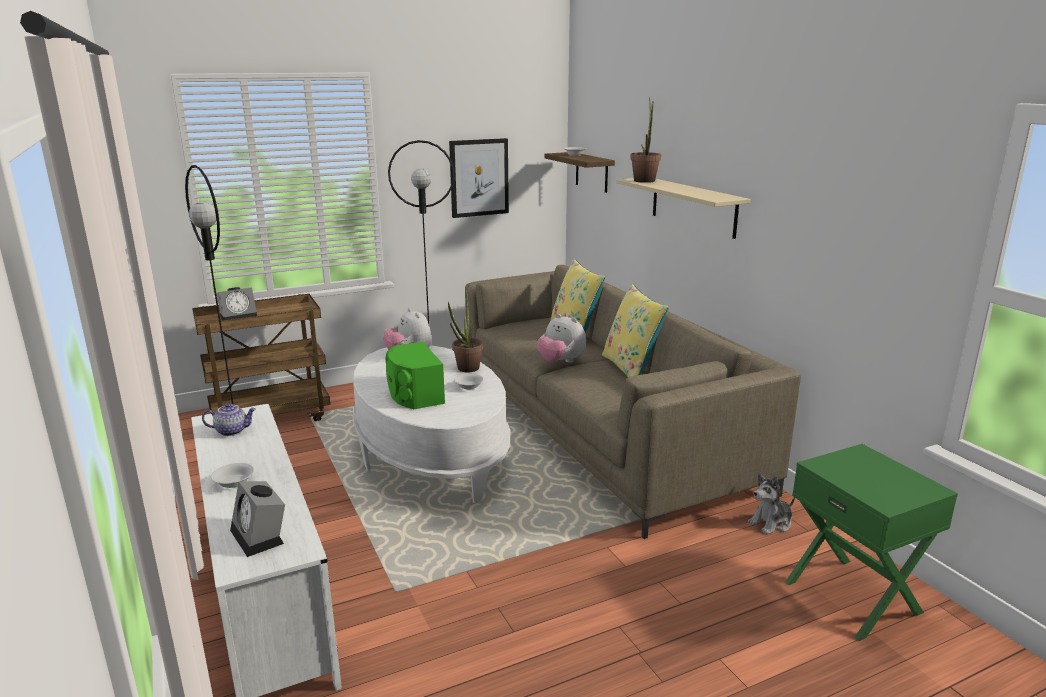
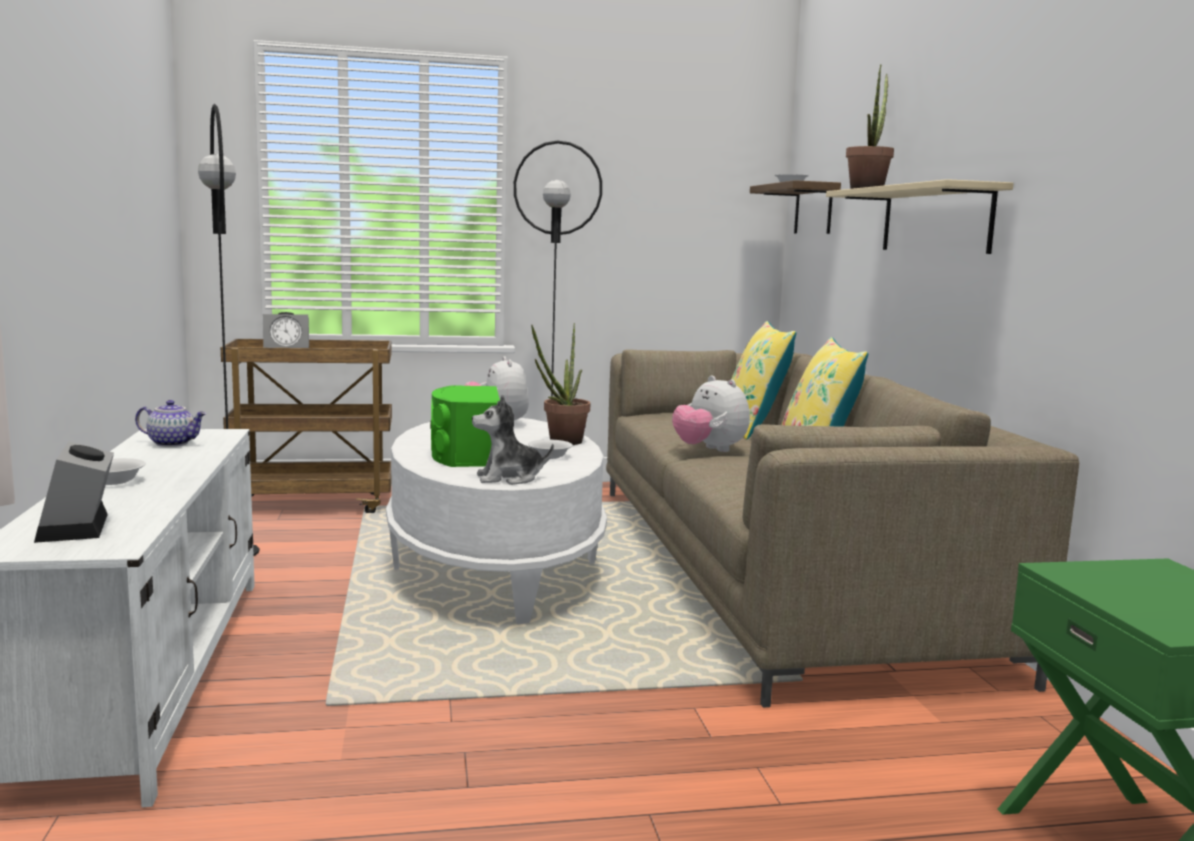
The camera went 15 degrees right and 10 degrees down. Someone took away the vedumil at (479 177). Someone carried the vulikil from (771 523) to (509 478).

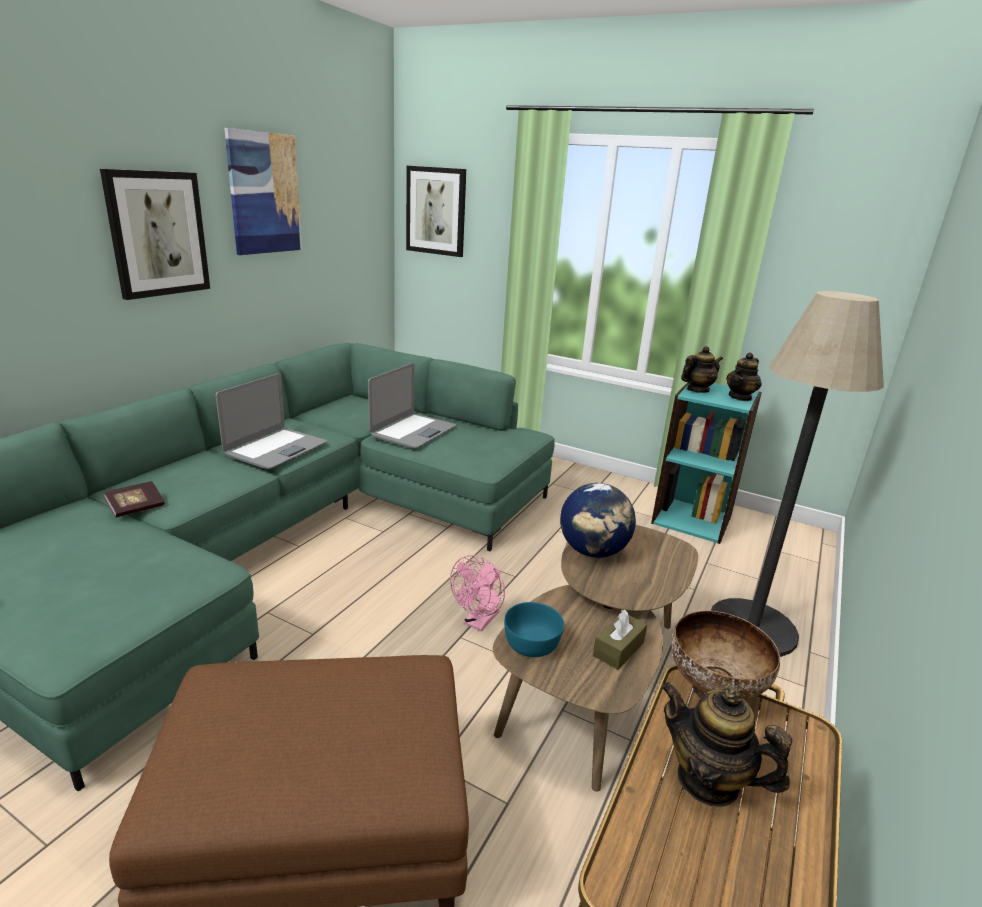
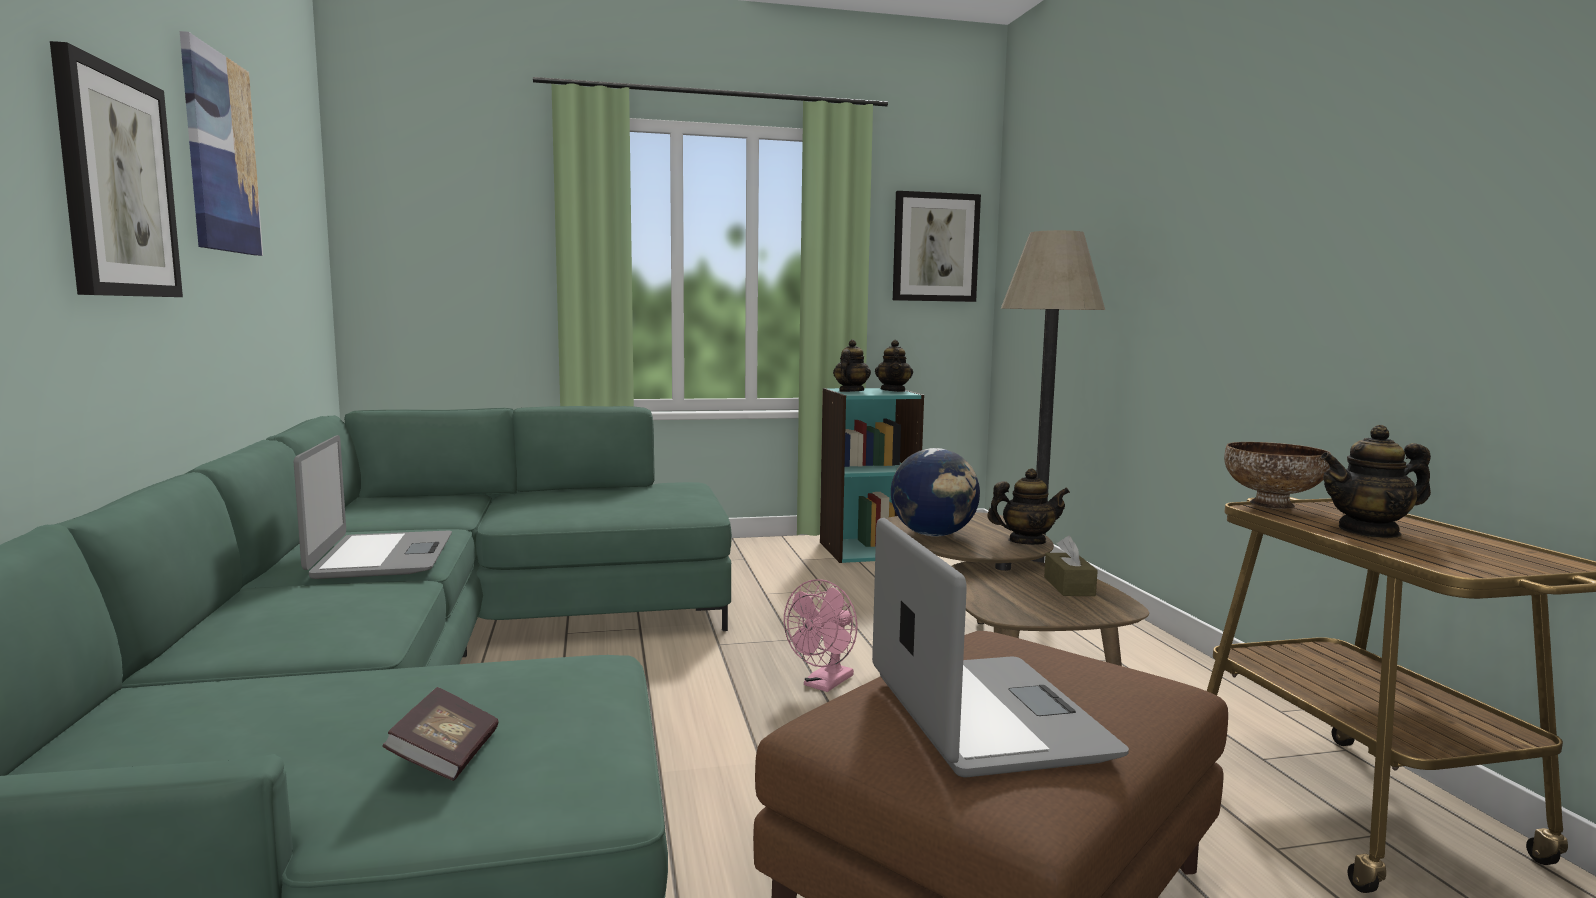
The camera went 40 degrees left and 15 degrees down. Someone carried the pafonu from (136 508) to (446 757). Someone carried the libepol from (413 431) to (984 715). Someone carried the vedumil from (436 211) to (935 247). Someone rotated the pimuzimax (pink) at (478 622) by 45 degrees clockwise. Someone took away the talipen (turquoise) at (532 644). Someone put down the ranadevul at (1026 542).

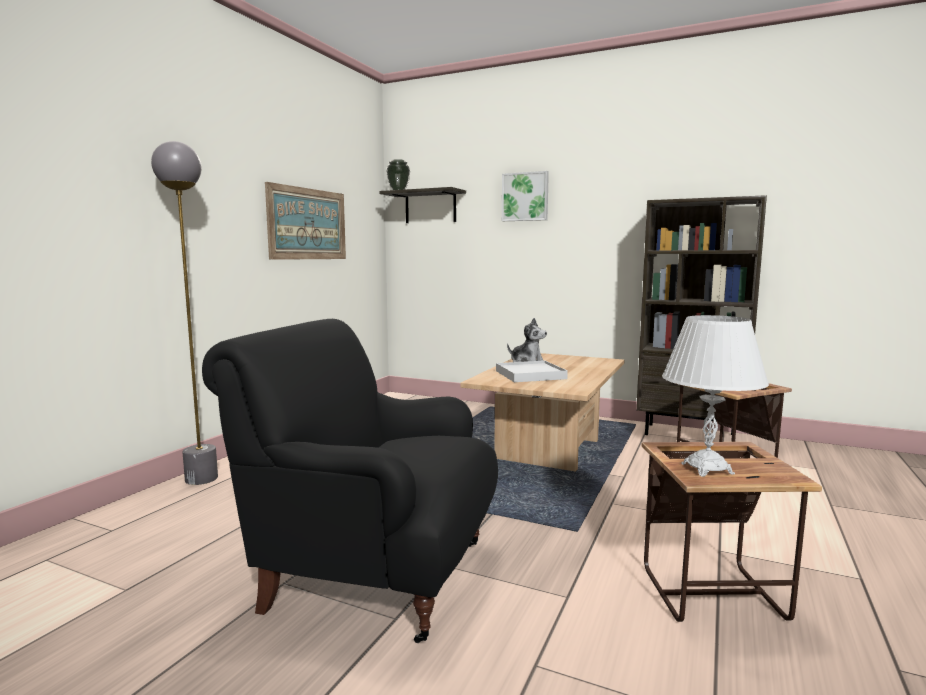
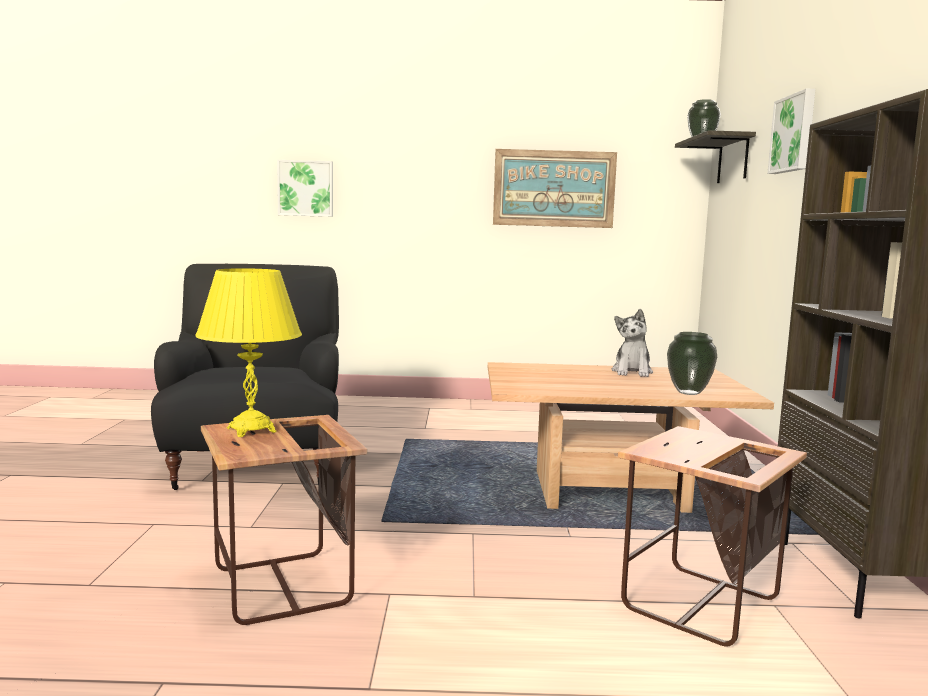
The camera went 65 degrees right and 0 degrees up. Someone took away the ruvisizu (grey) at (201 479). Someone took away the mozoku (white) at (530 375). Someone repainted the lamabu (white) at (707 469), which became the lamabu (yellow) at (251 430). Someone put up the vedumil at (306 188). Someone put down the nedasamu at (689 393).

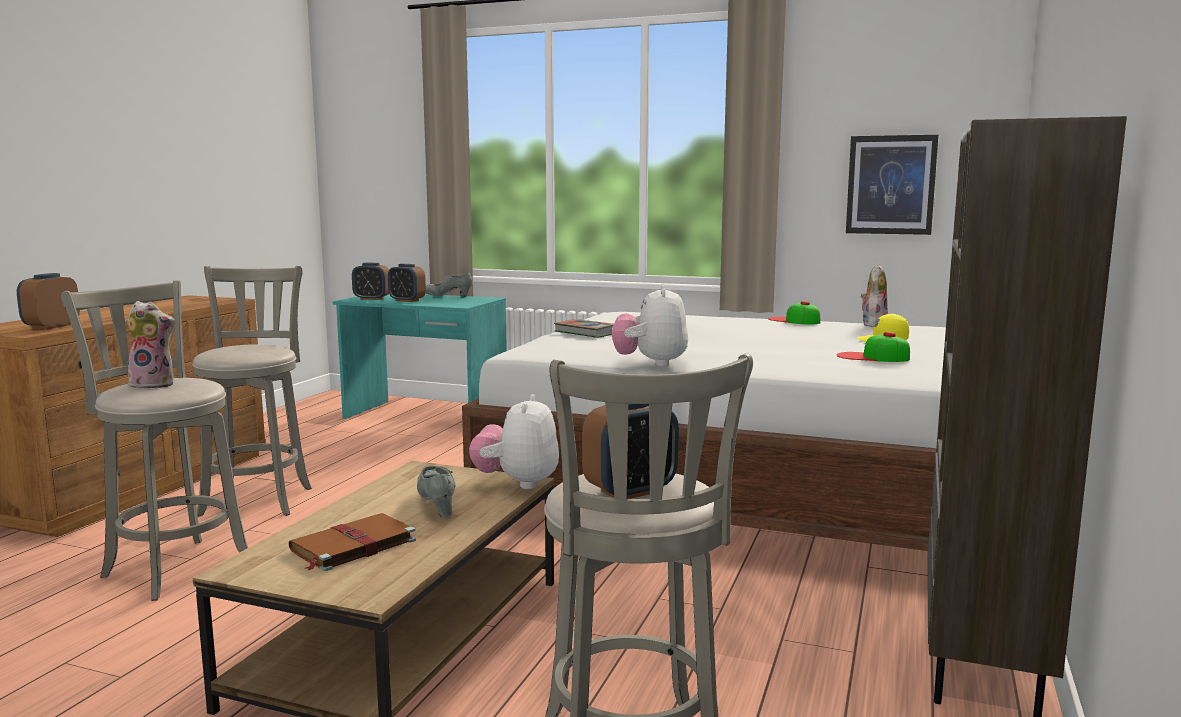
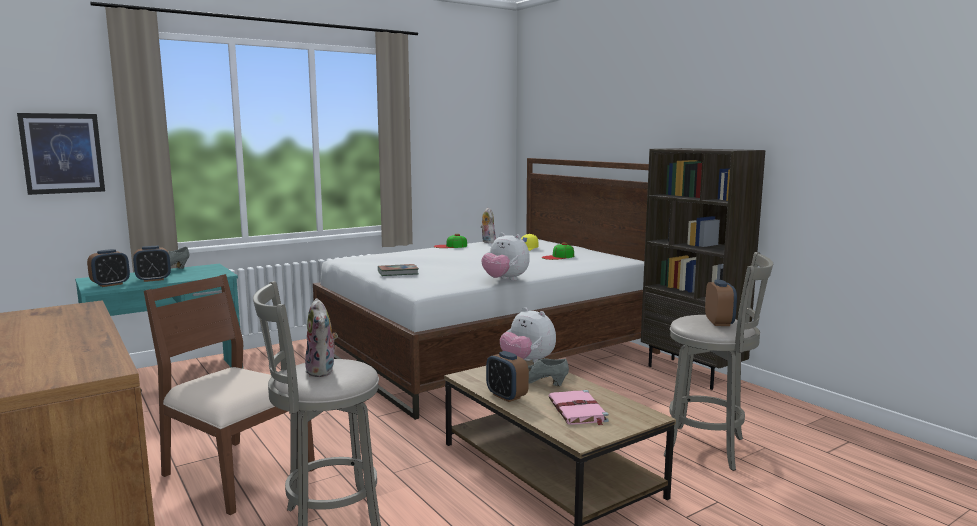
The camera went 55 degrees left and 0 degrees up. Someone carried the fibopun from (51 327) to (506 396). Someone rotated the vulikil at (155 384) by 120 degrees clockwise. Someone swapped the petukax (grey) at (258 499) for the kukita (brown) at (235 473). Someone repainted the pafonu (brown) at (351 546), which became the pafonu (pink) at (578 410). Someone carried the vedumil from (891 185) to (62 153).

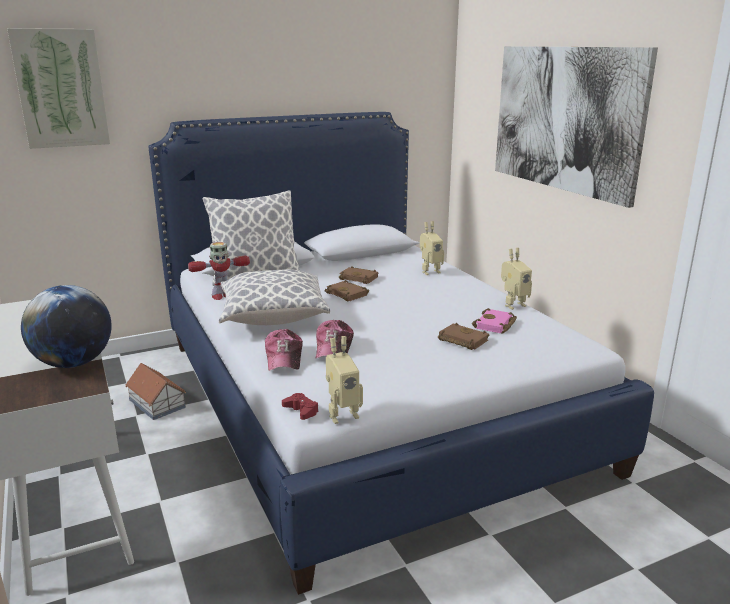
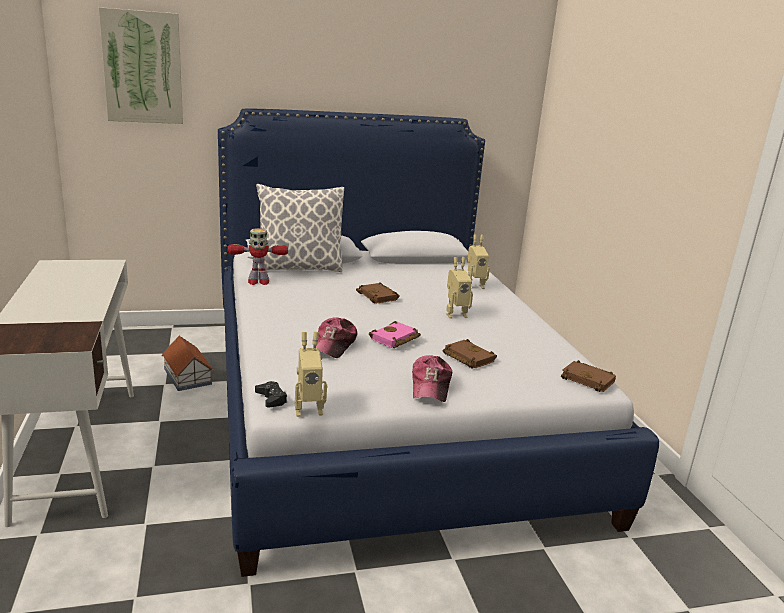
The camera went 10 degrees right and 0 degrees up. Someone took away the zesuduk at (74 363). Someone took away the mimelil at (273 317). Someone carried the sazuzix from (284 358) to (430 386). Someone repainted the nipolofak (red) at (301 410), which became the nipolofak (black) at (271 399). Someone carried the pafonu (brown) from (360 278) to (589 380). Someone carried the pafonu (pink) from (495 325) to (395 339). Someone took away the vedumil at (565 119). Someone carried the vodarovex from (513 305) to (455 314).

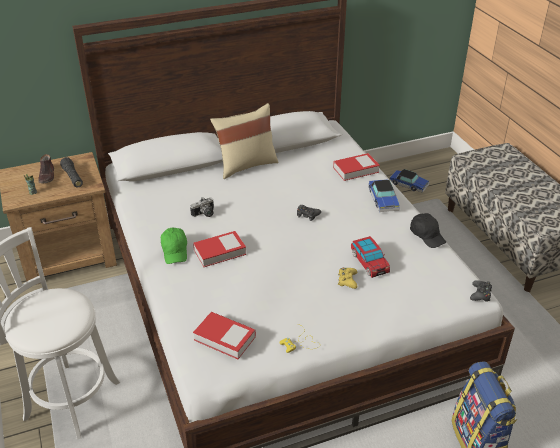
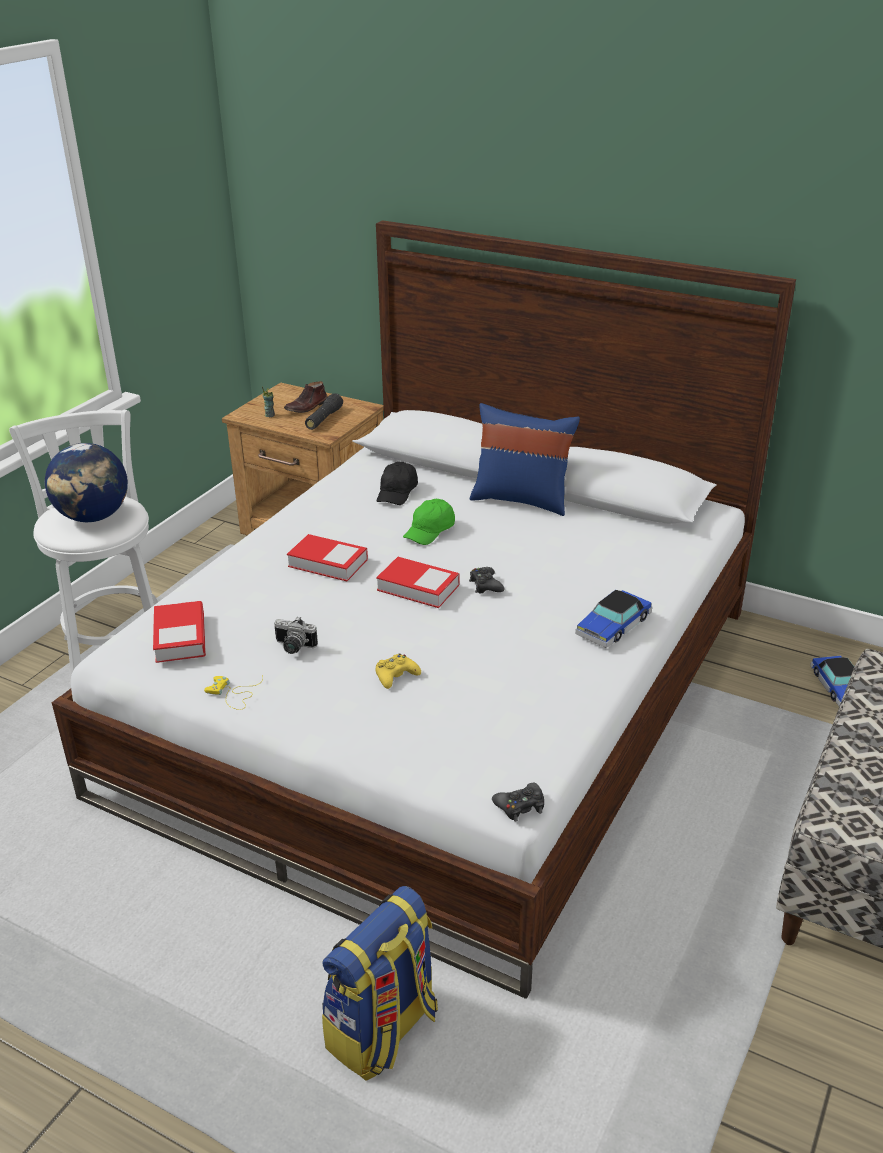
The camera went 50 degrees right and 5 degrees down. Someone carried the sazuzix (green) from (175 251) to (430 531). Someone carried the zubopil from (205 214) to (293 647). Someone repainted the mimelil (beige) at (246 165), which became the mimelil (blue) at (521 499). Someone carried the pafonu from (356 170) to (418 588). Someone took away the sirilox at (369 262). Someone carried the sazuzix (black) from (427 235) to (397 493). Someone put down the zesuduk at (94 517).

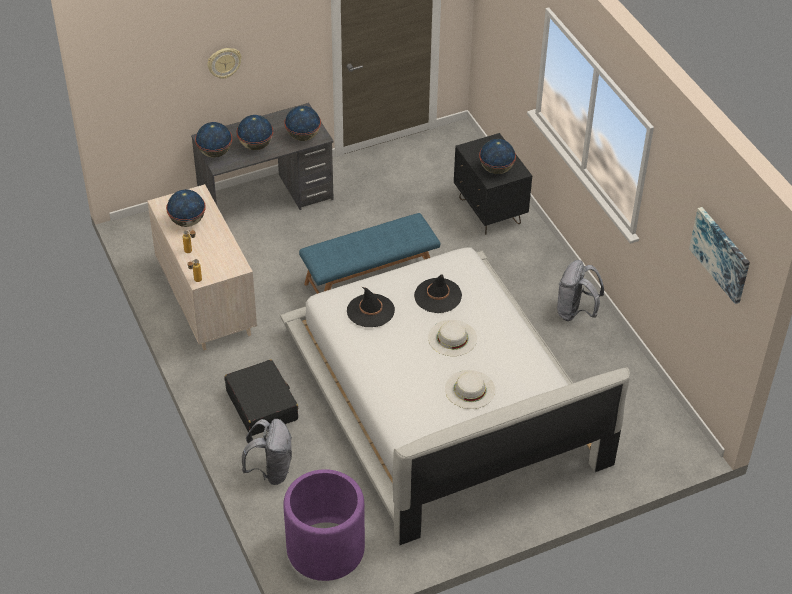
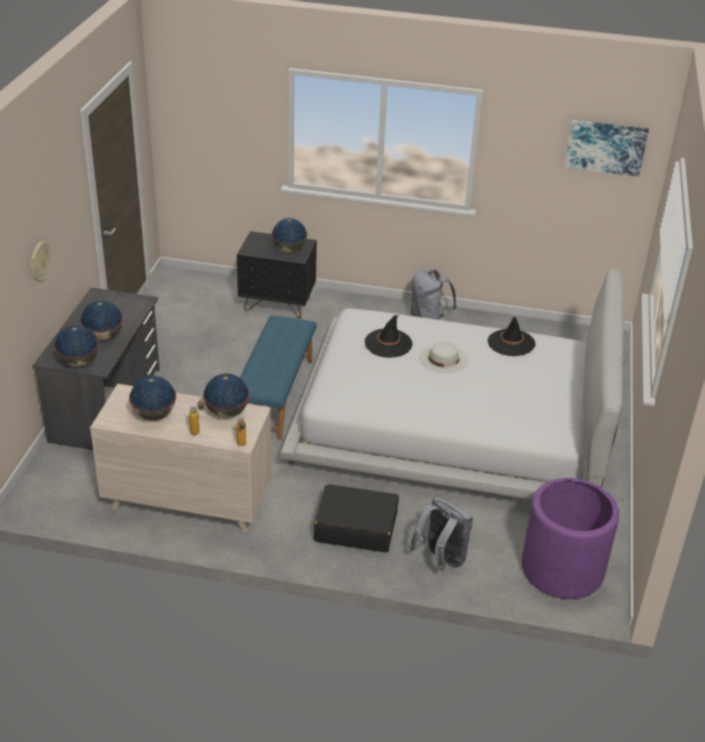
The camera went 55 degrees left and 10 degrees down. Someone carried the zesuduk from (303 136) to (227 412). Someone carried the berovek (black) from (370 311) to (511 343). Someone took away the berovek (white) at (470 389).

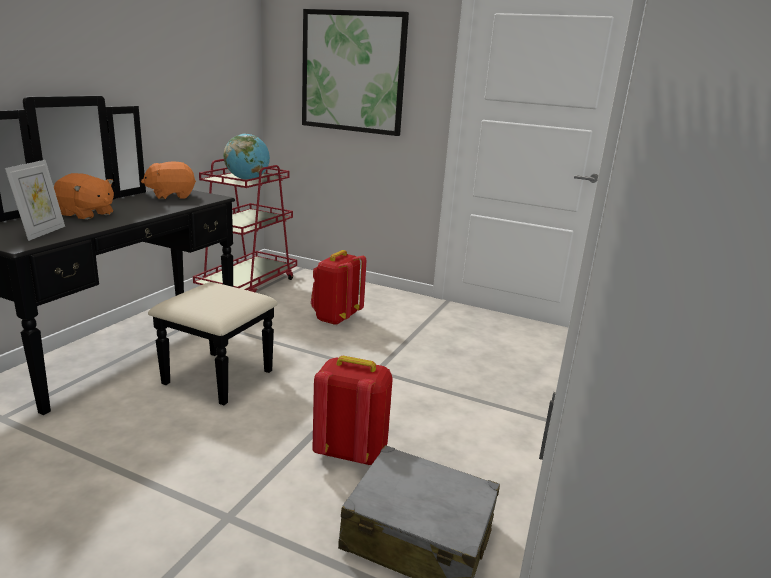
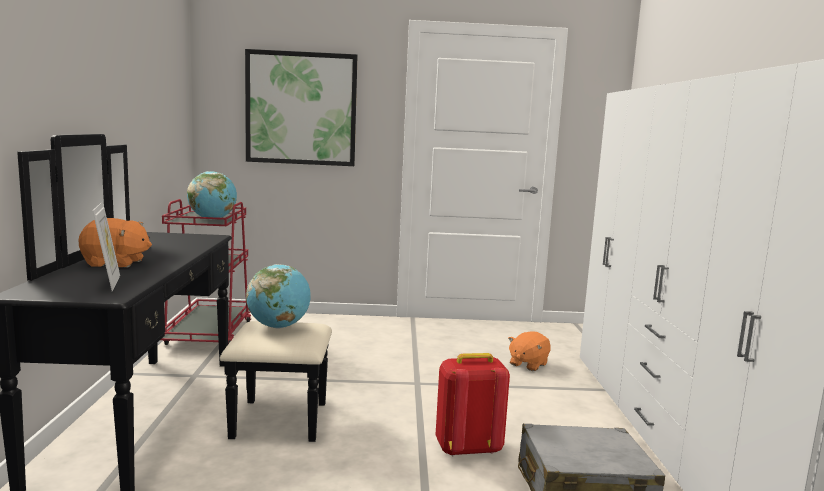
The camera went 25 degrees left and 10 degrees down. Someone carried the vulikil (orange) from (171 196) to (528 364). Someone took away the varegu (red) at (336 318). Someone put down the zesuduk at (279 326).

